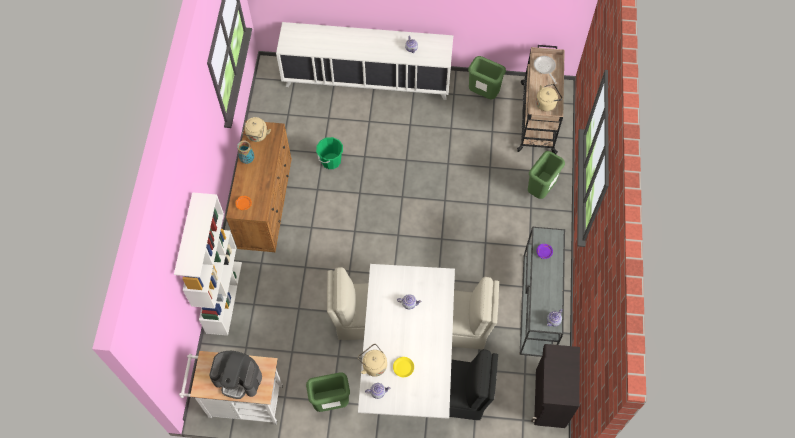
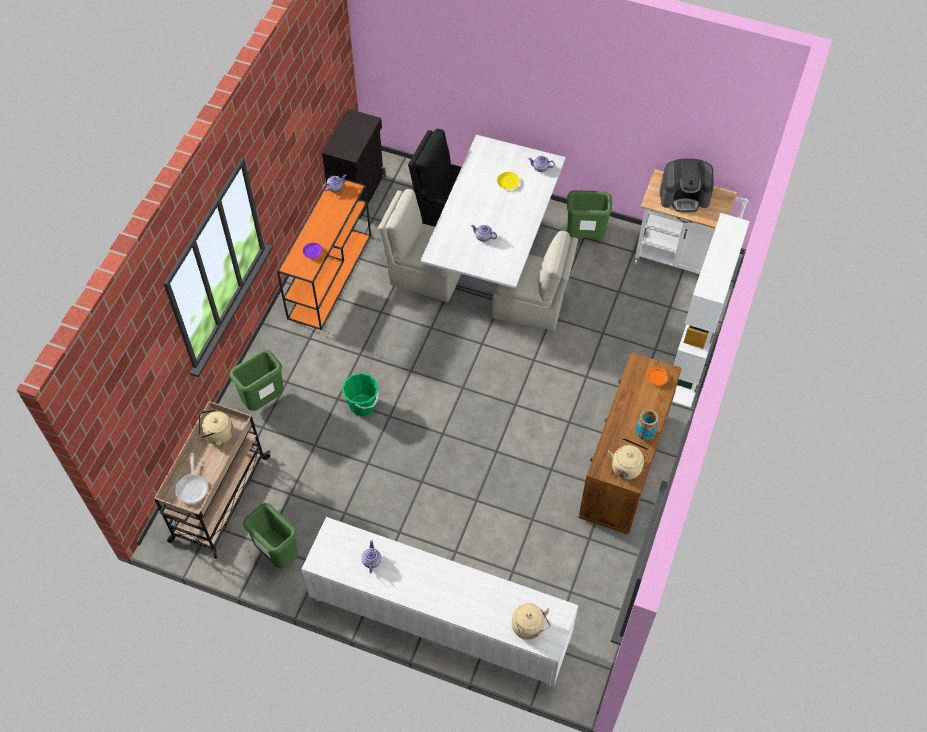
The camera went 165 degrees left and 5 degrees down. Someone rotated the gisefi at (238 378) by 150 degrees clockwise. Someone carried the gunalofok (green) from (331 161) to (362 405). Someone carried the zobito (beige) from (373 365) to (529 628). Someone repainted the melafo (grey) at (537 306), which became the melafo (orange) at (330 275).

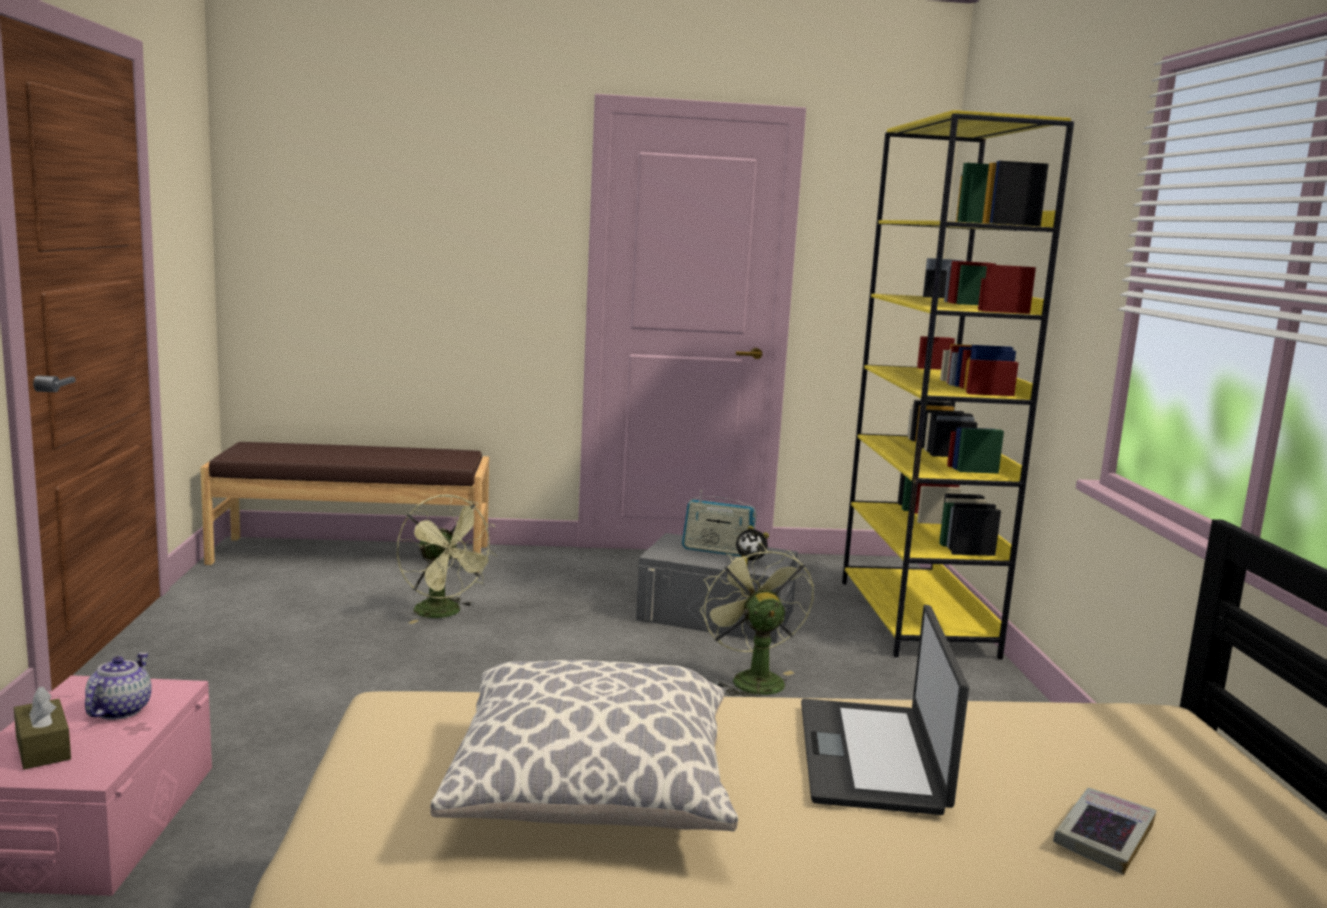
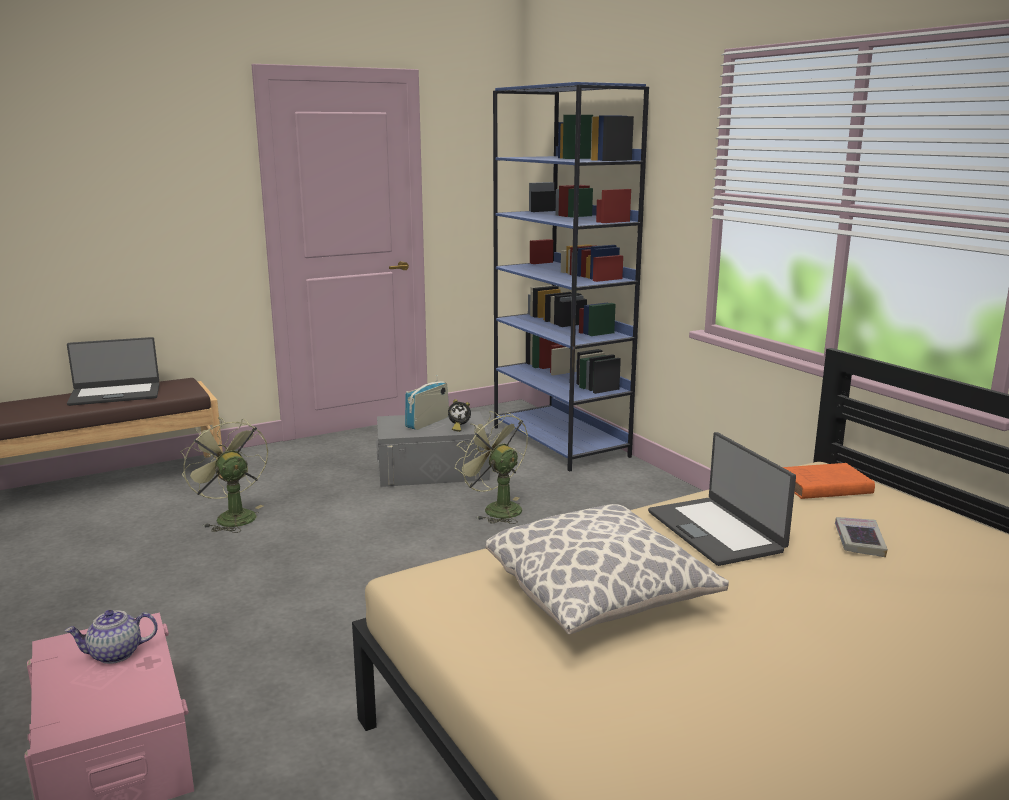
The camera went 25 degrees left and 5 degrees up. Someone took away the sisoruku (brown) at (43 748). Someone rotated the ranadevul at (119 710) by 90 degrees counterclockwise. Someone rotated the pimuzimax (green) at (444 614) by 150 degrees counterclockwise. Someone rotated the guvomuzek at (718 551) by 135 degrees clockwise. Someone repainted the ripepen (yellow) at (916 618), which became the ripepen (blue) at (561 442). Someone put down the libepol at (115 394). Someone put down the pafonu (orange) at (821 487).

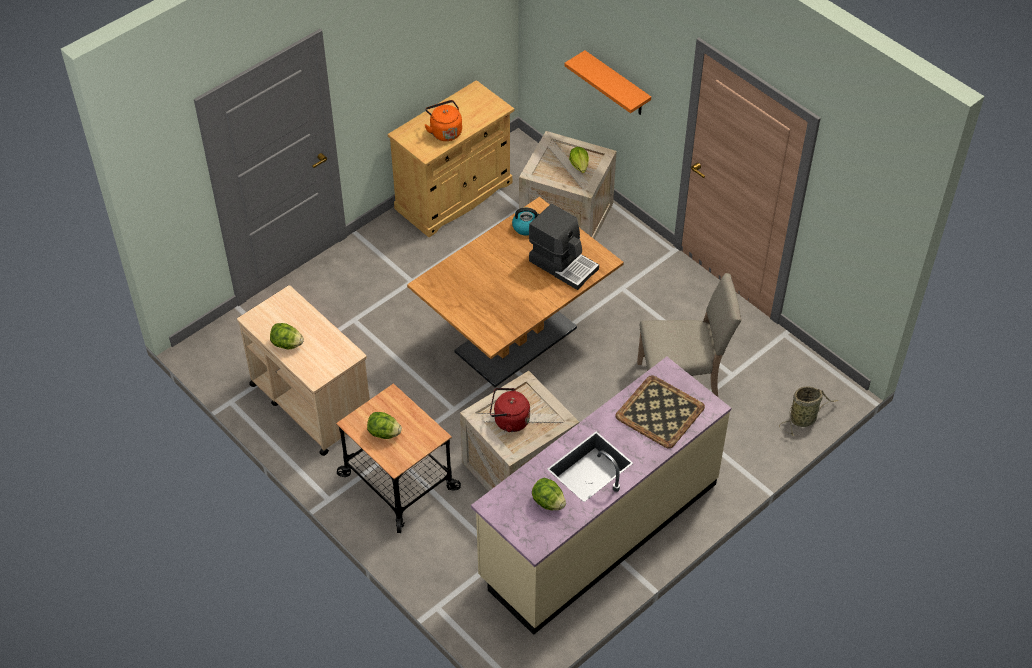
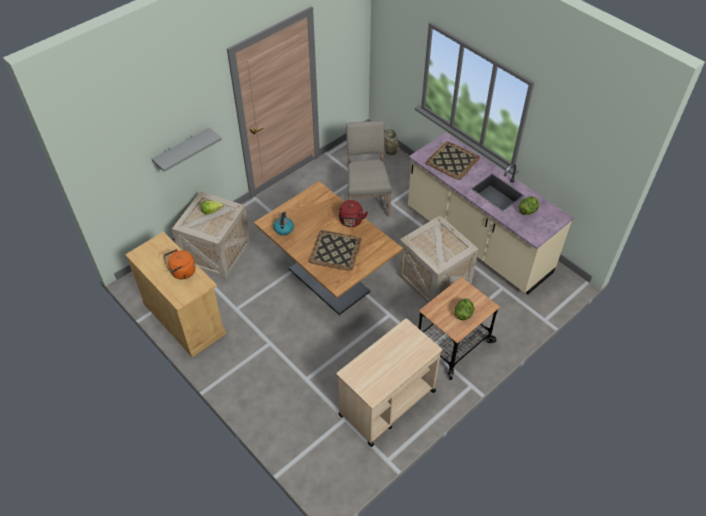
The camera went 90 degrees left and 0 degrees up. Someone took away the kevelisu at (287 344). Someone carried the zobito (red) from (509 420) to (351 222). Someone took away the gisefi at (563 264). Someone repainted the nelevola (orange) at (617 84), which became the nelevola (grey) at (182 151). Someone put down the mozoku at (336 250).

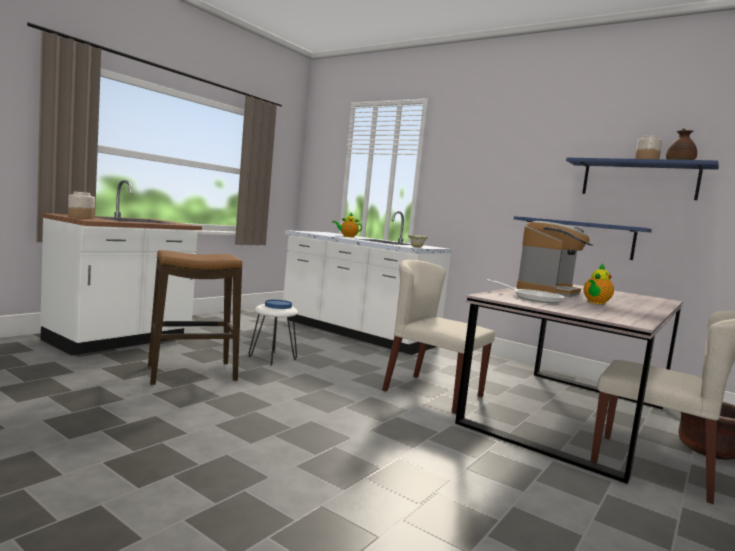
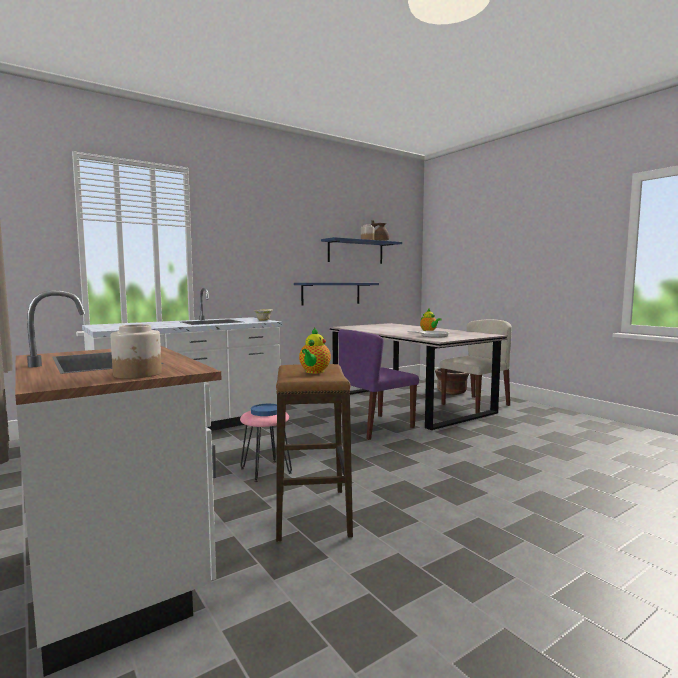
The camera went 70 degrees left and 0 degrees up. Someone repainted the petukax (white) at (273 358), which became the petukax (pink) at (265 470). Someone carried the ranadevul from (347 236) to (314 372). Someone repainted the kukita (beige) at (432 393), which became the kukita (purple) at (374 427). Someone took away the gisefi at (548 291).

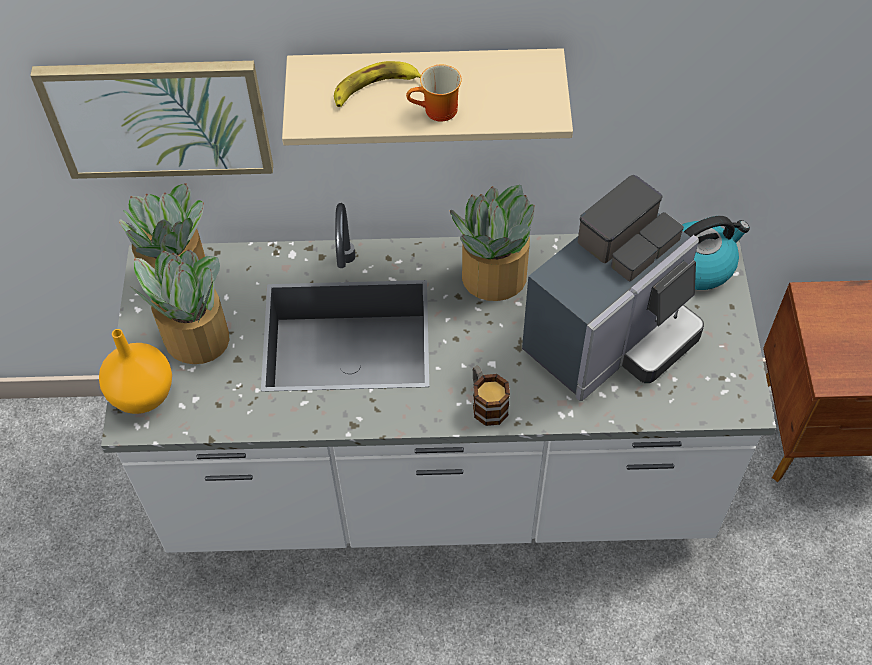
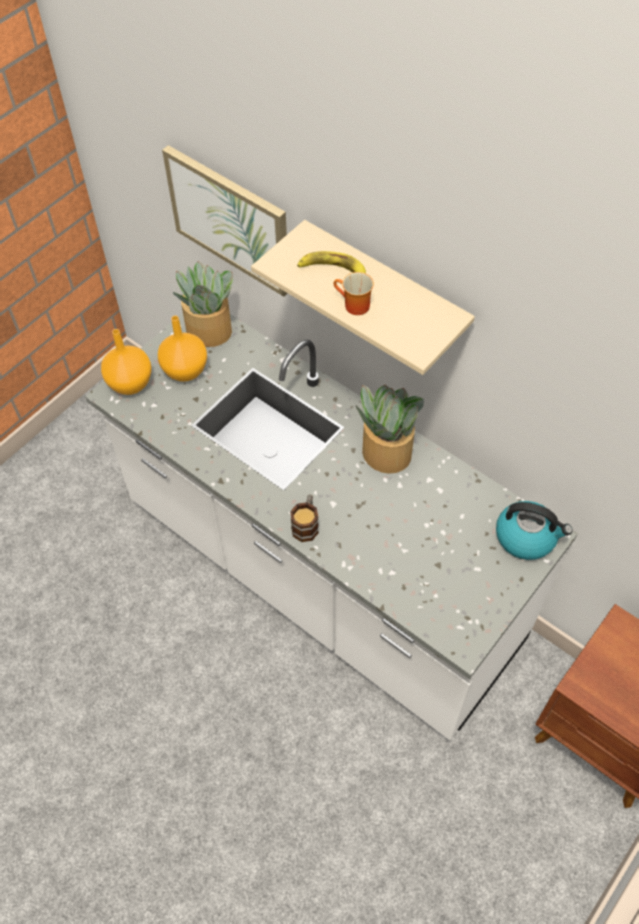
The camera went 40 degrees right and 0 degrees up. Someone swapped the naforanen at (195 337) for the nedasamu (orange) at (186 371). Someone took away the gisefi at (611 338).

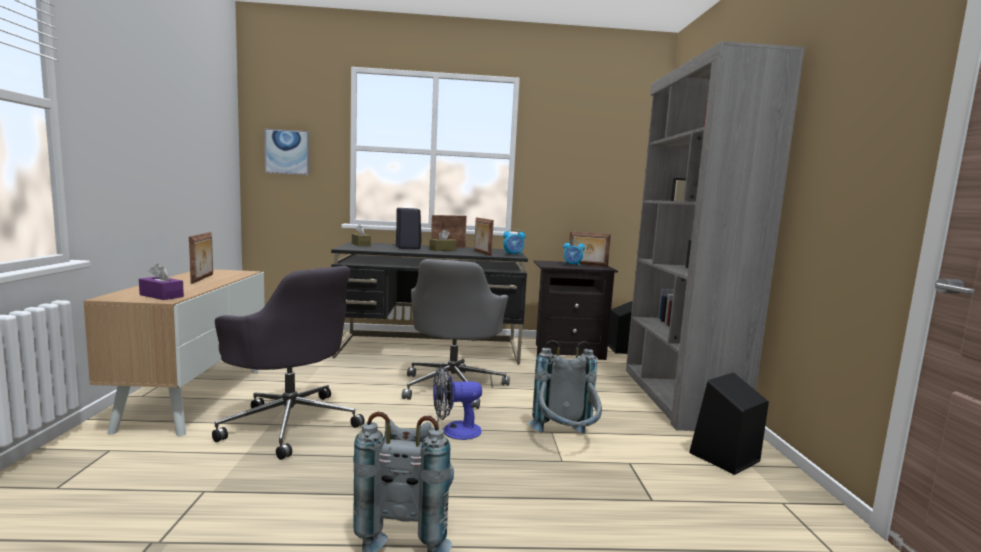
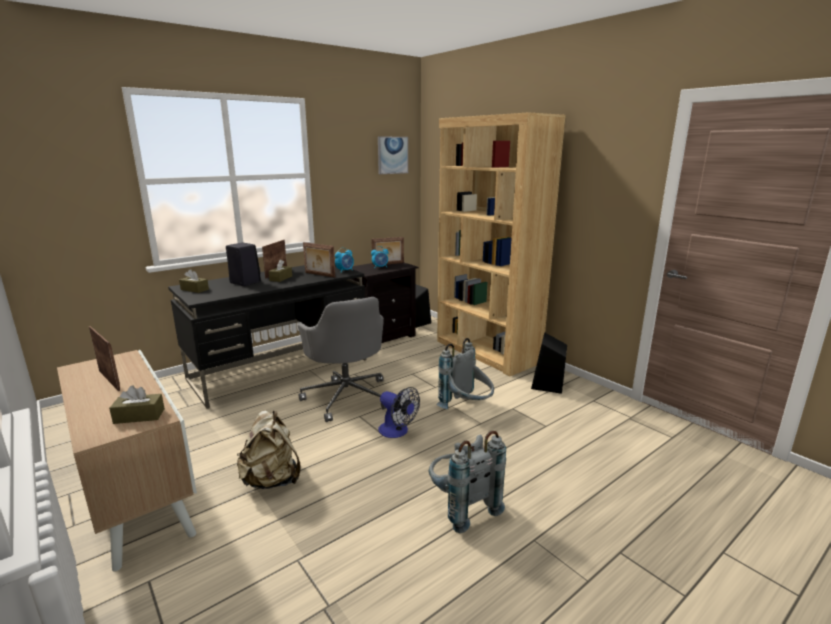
The camera went 35 degrees left and 10 degrees up. Someone repainted the sisoruku (purple) at (161 296), which became the sisoruku (brown) at (139 416). Someone swapped the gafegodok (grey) at (290 423) for the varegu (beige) at (272 480). Someone carried the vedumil from (287 152) to (392 155). Someone rotated the pimuzimax at (455 431) by 90 degrees counterclockwise. Someone repainted the ripepen (grey) at (678 397), which became the ripepen (brown) at (486 352).

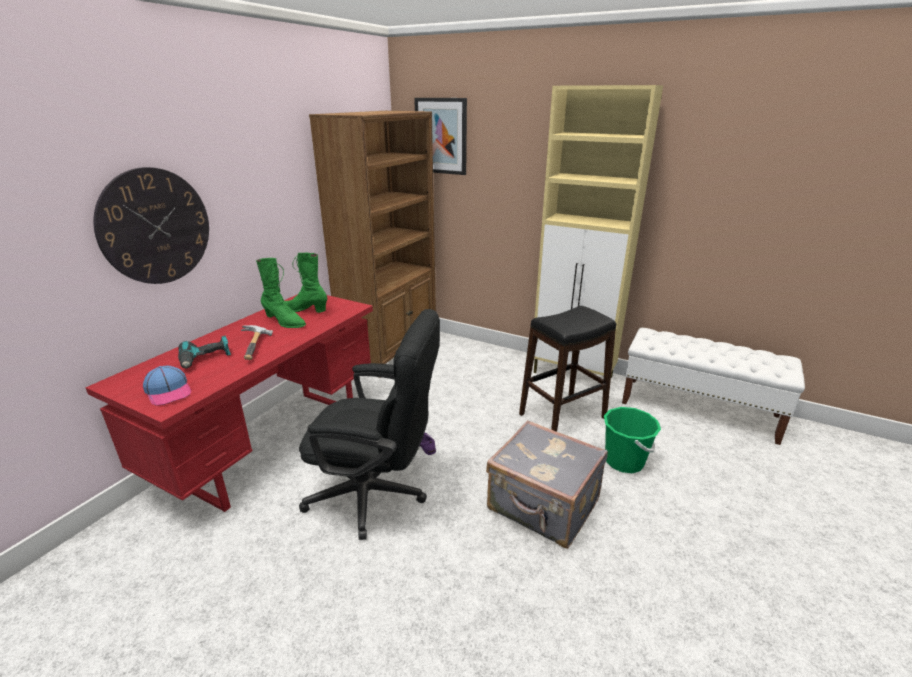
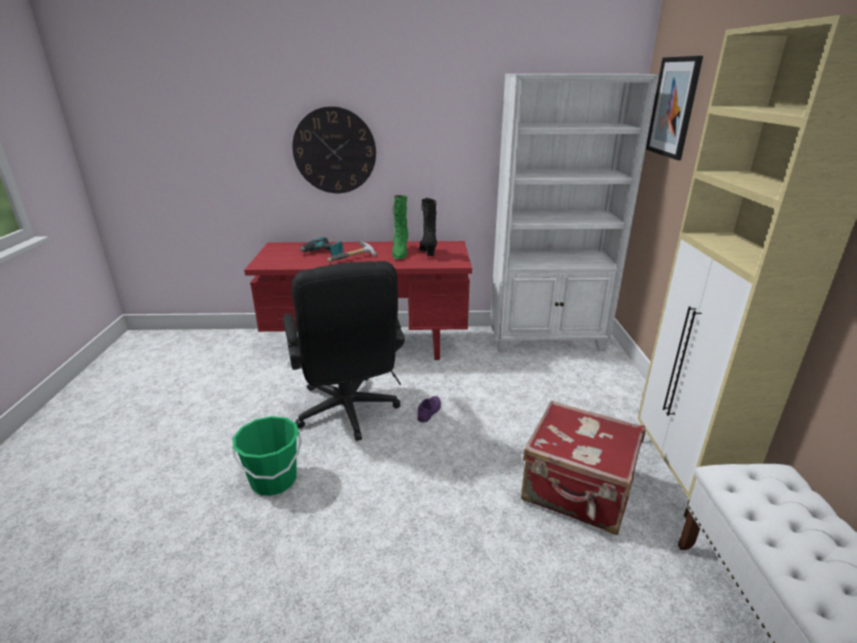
The camera went 60 degrees right and 0 degrees up. Someone took away the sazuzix at (169 391). Someone repainted the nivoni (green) at (305 310), which became the nivoni (black) at (428 252). Someone repainted the ripepen (brown) at (391 350), which became the ripepen (white) at (547 339). Someone took away the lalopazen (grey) at (543 506). Someone swapped the petukax (black) at (562 416) for the lalopazen (red) at (577 492). Someone carried the gunalofok (green) from (624 461) to (273 480).

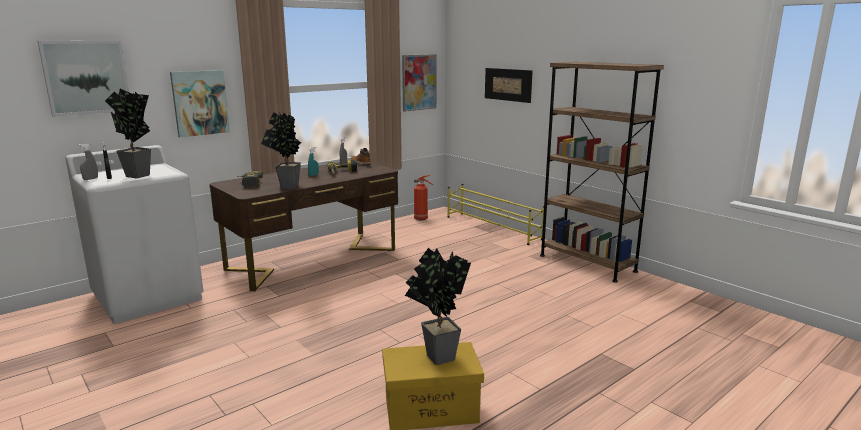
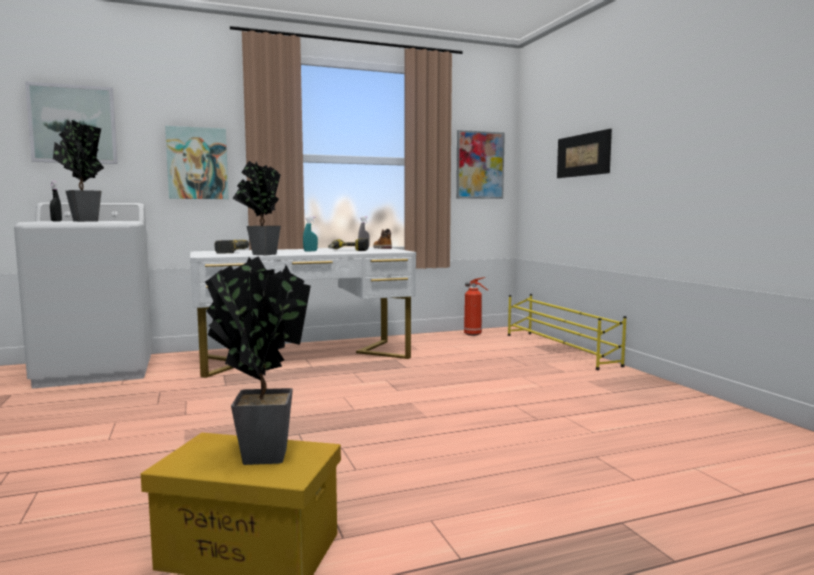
The camera went 20 degrees right and 10 degrees down. Someone took away the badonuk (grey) at (90 179). Someone repainted the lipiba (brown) at (313 259), which became the lipiba (white) at (305 357). Someone took away the ripepen (brown) at (587 263).

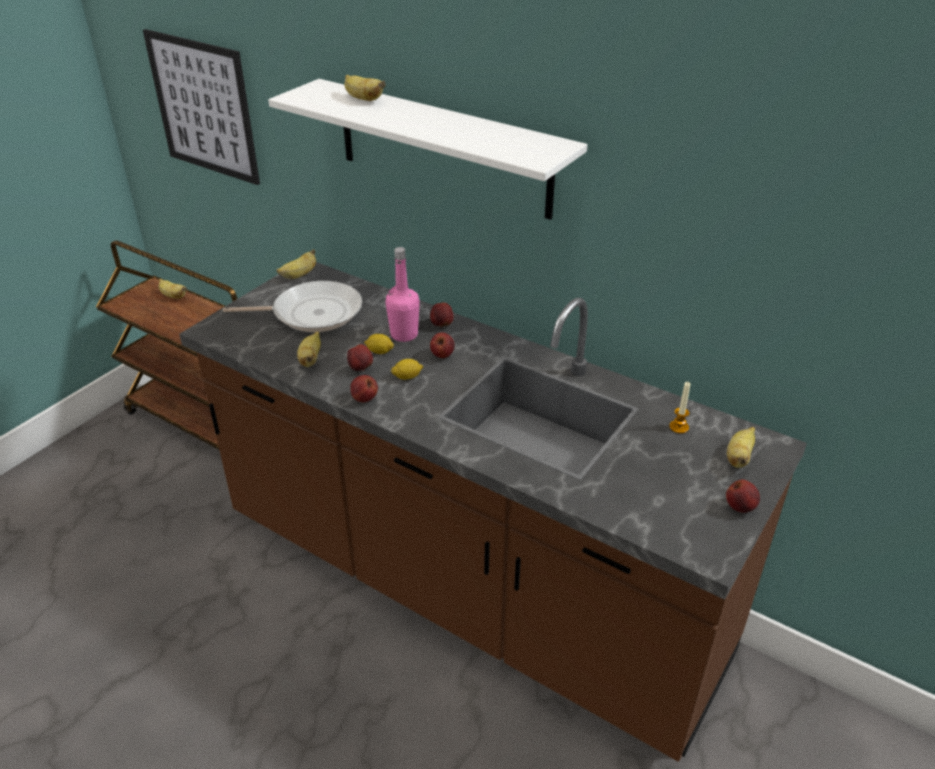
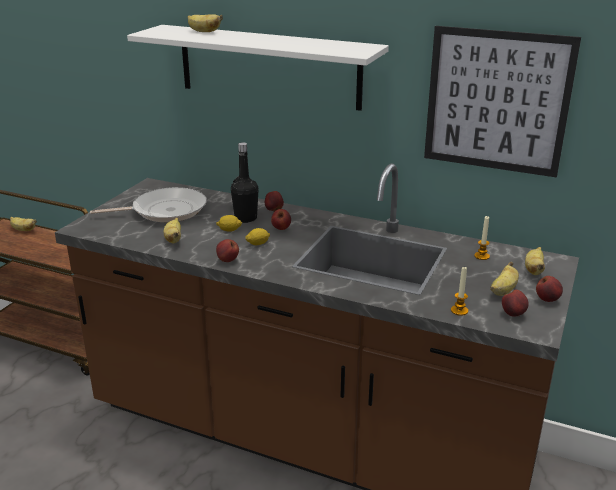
The camera went 10 degrees left and 10 degrees down. Someone carried the vedumil from (203 107) to (497 101). Someone carried the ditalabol from (299 275) to (503 291). Someone carried the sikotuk from (361 368) to (513 314). Someone repainted the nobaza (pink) at (404 334), which became the nobaza (black) at (245 218). Someone put down the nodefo at (459 310).

